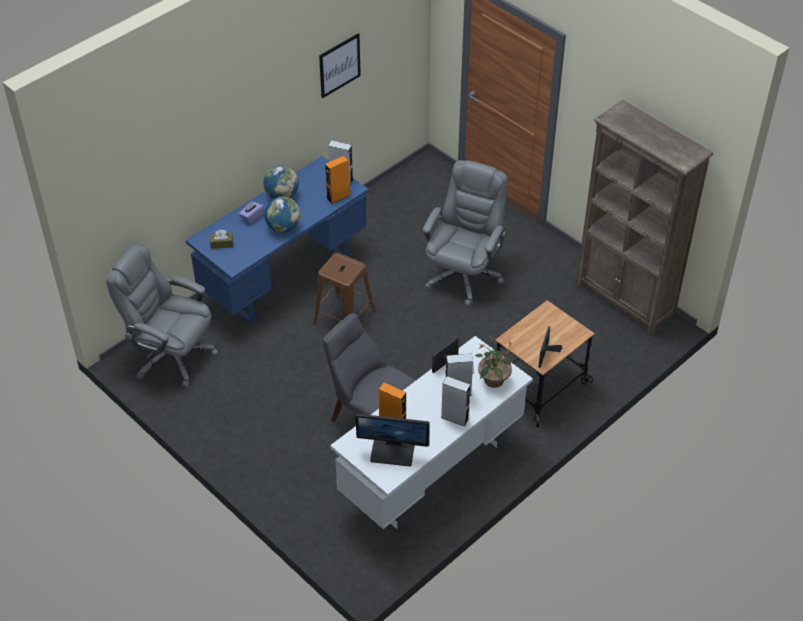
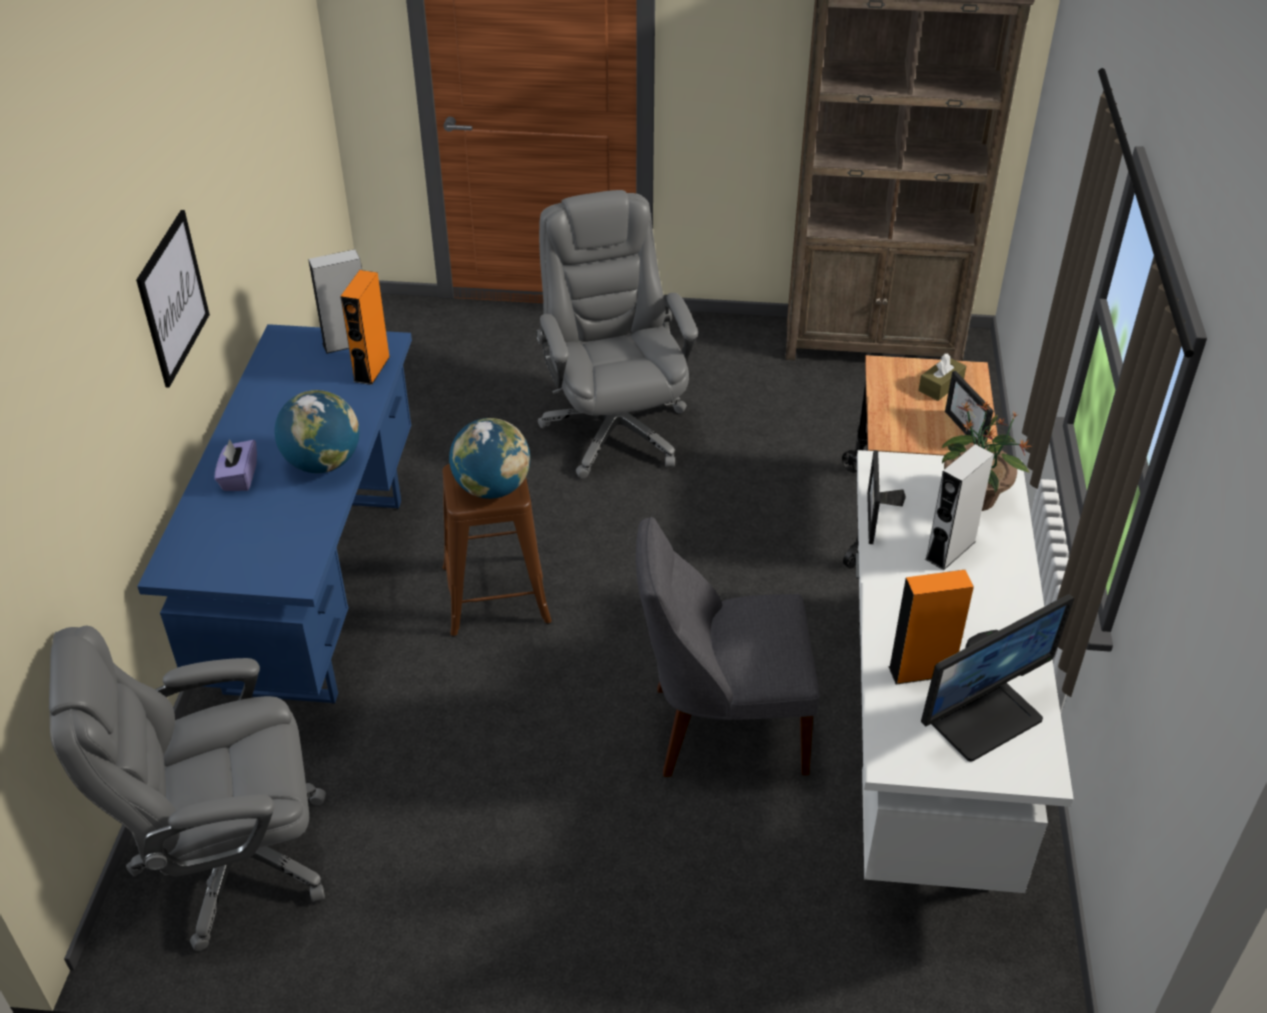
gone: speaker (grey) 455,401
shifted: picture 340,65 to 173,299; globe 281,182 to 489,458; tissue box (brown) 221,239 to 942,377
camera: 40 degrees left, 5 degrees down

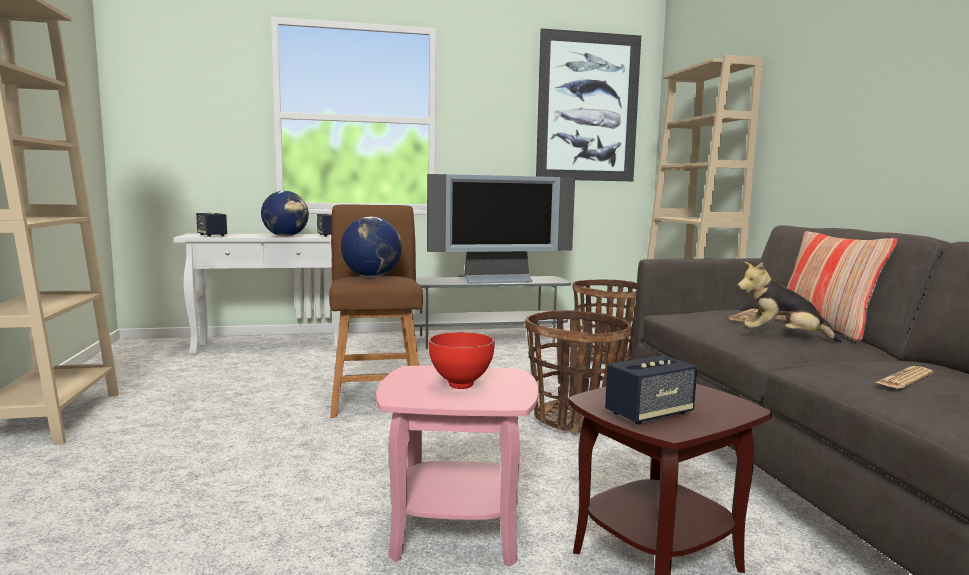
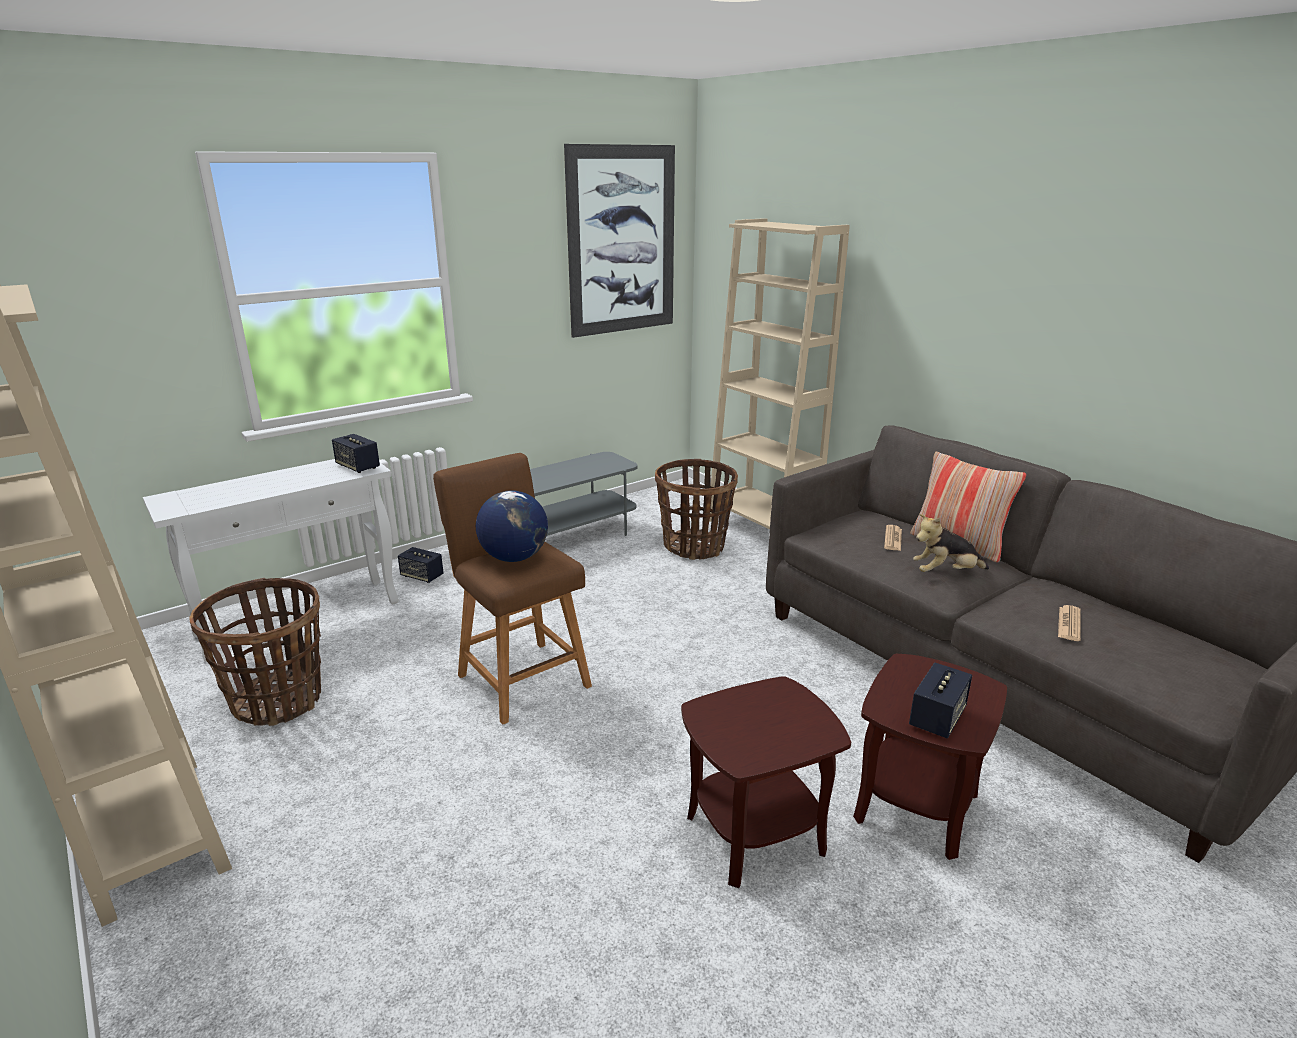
gone: television 501,229; globe 285,214; bowl (red) 462,360
shifted: speaker 211,224 to 421,565; basket 578,372 to 255,652
repainted: side table (pink) 457,466 to side table (brown) 766,782
camera: 25 degrees left, 15 degrees up

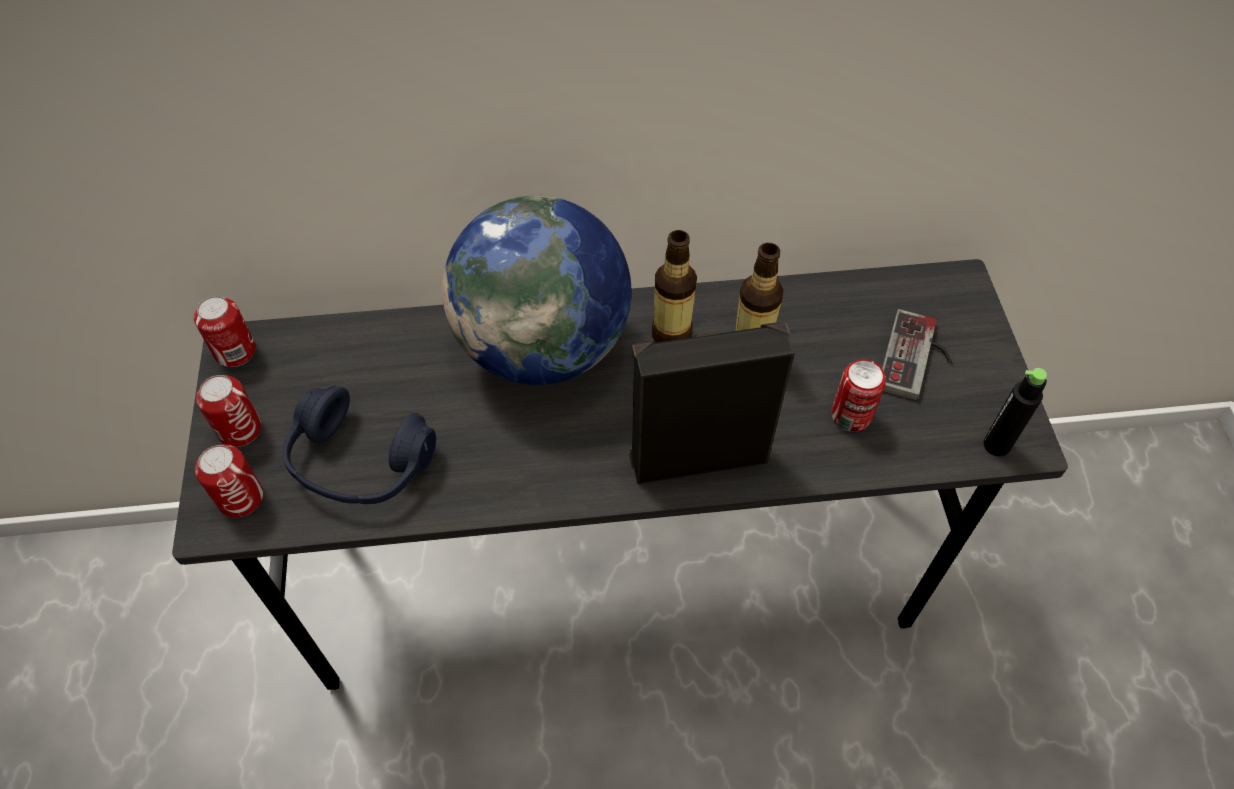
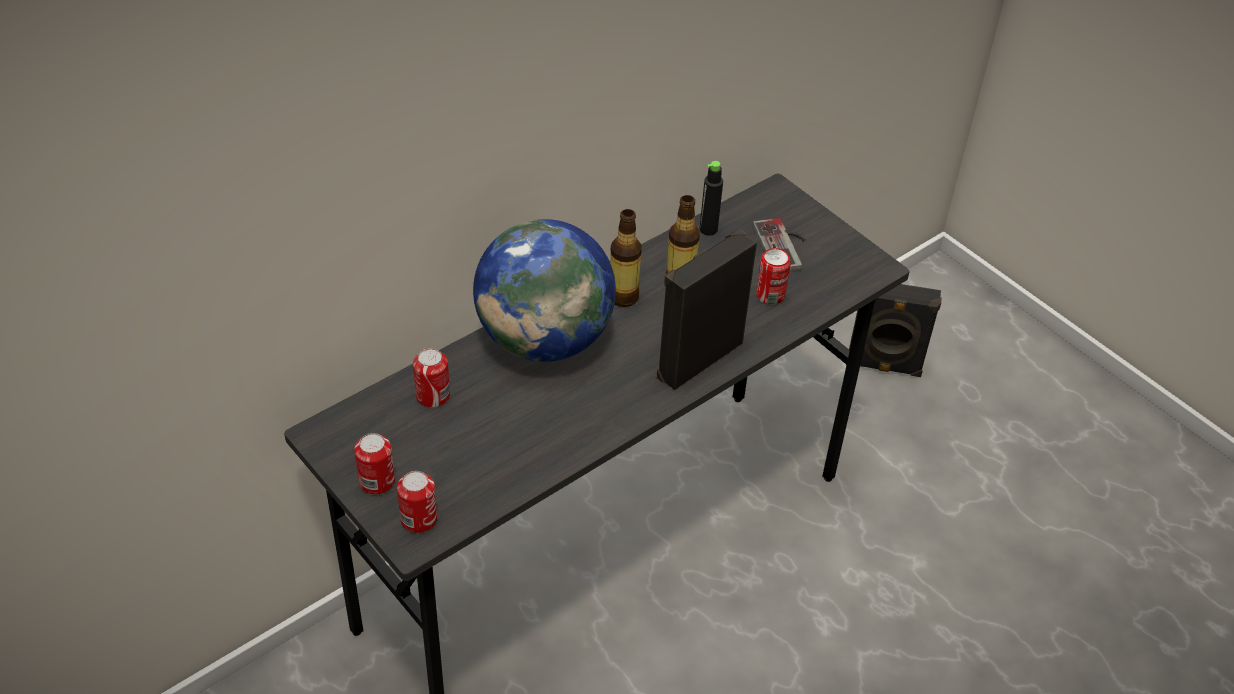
gone: headphones (blue) 359,445
new: speaker (black) 895,330
shifted: can 225,331 to 431,378; bottle (black) 1015,412 to 711,198
camera: 35 degrees left, 10 degrees down

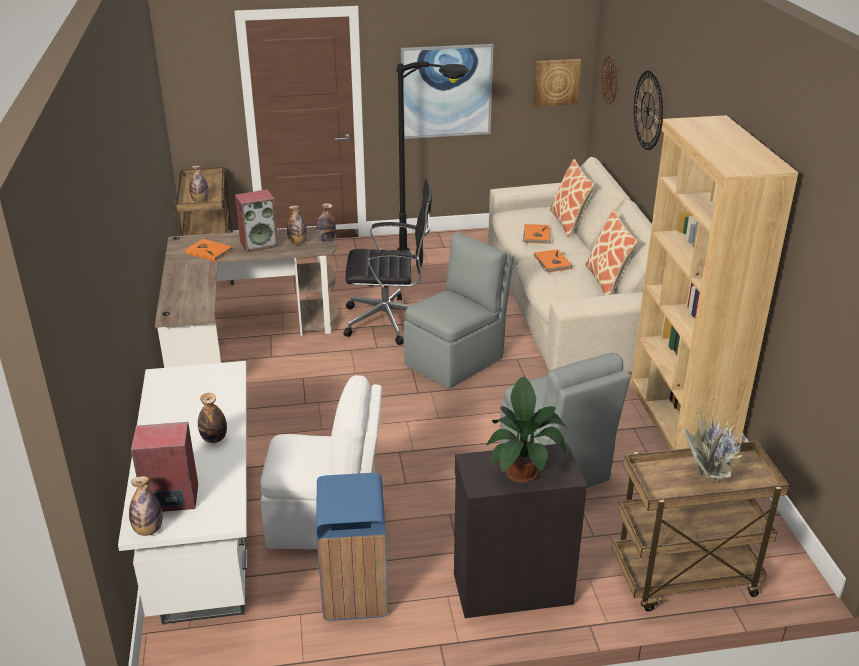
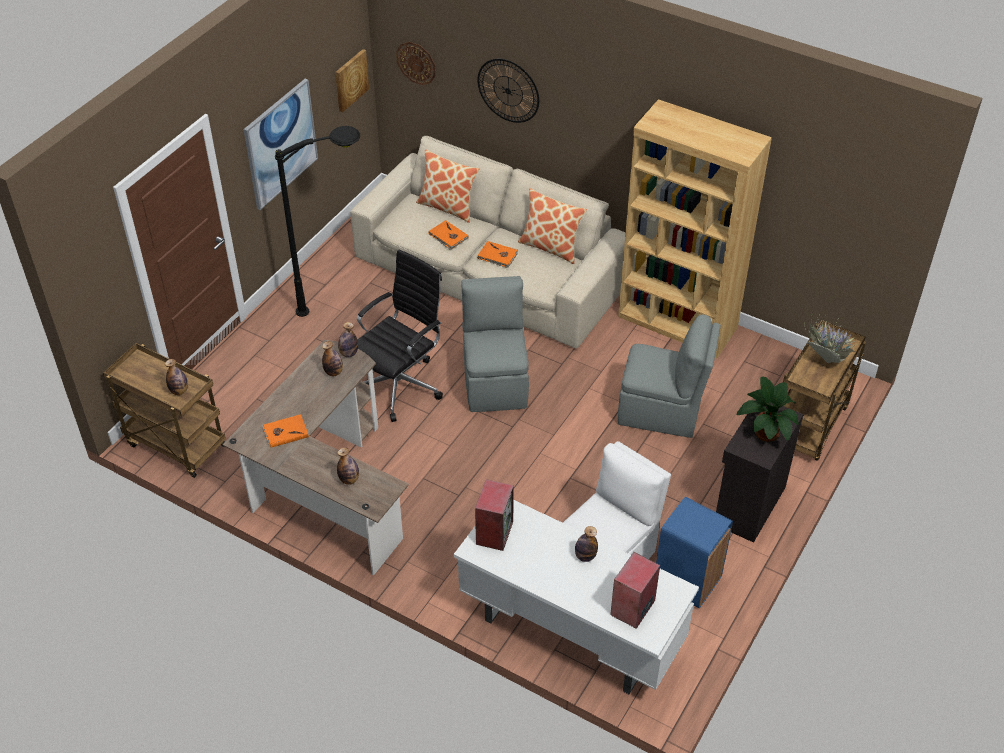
shifted: speaker 257,221 to 494,515; bottle 146,506 to 348,466
camera: 50 degrees left, 15 degrees up

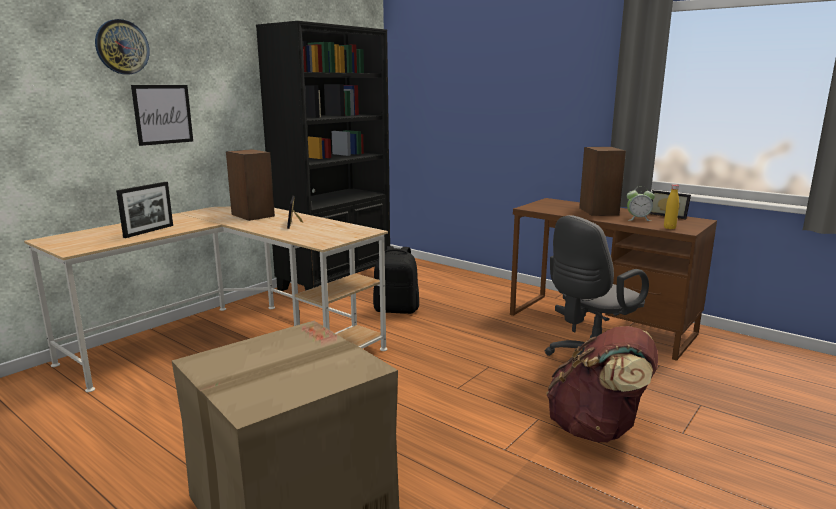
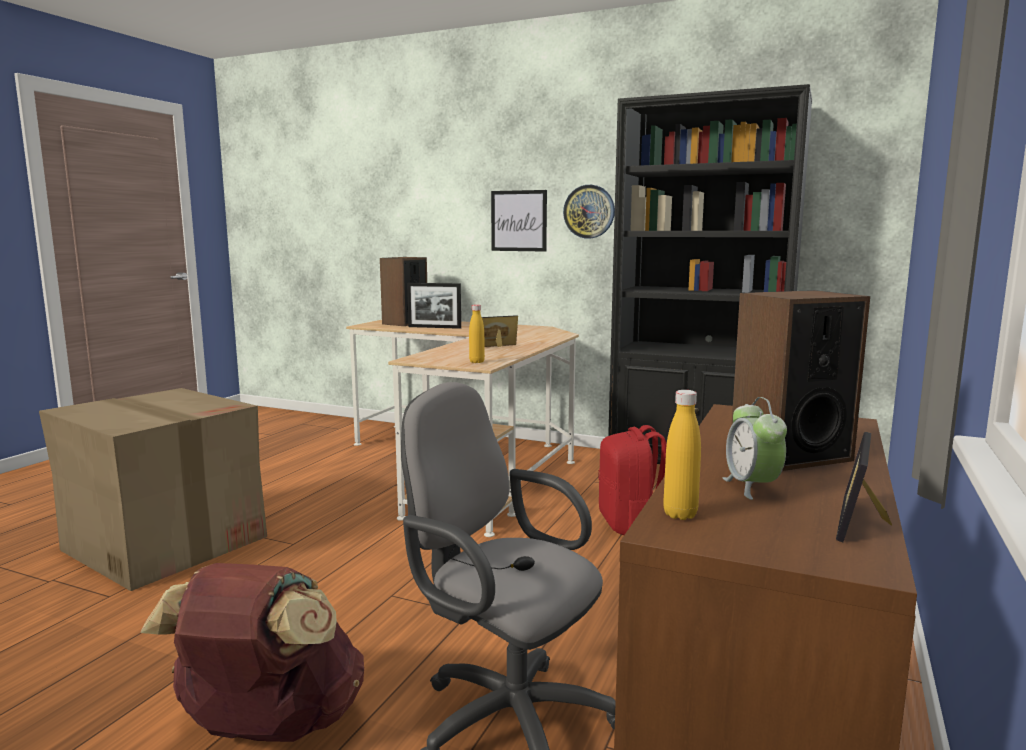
new: bottle (yellow) 477,333
shifted: wall clock 122,46 to 589,211; speaker 250,185 to 403,291
repainted: backpack (black) 396,280 to backpack (red) 632,480
camera: 75 degrees right, 5 degrees down

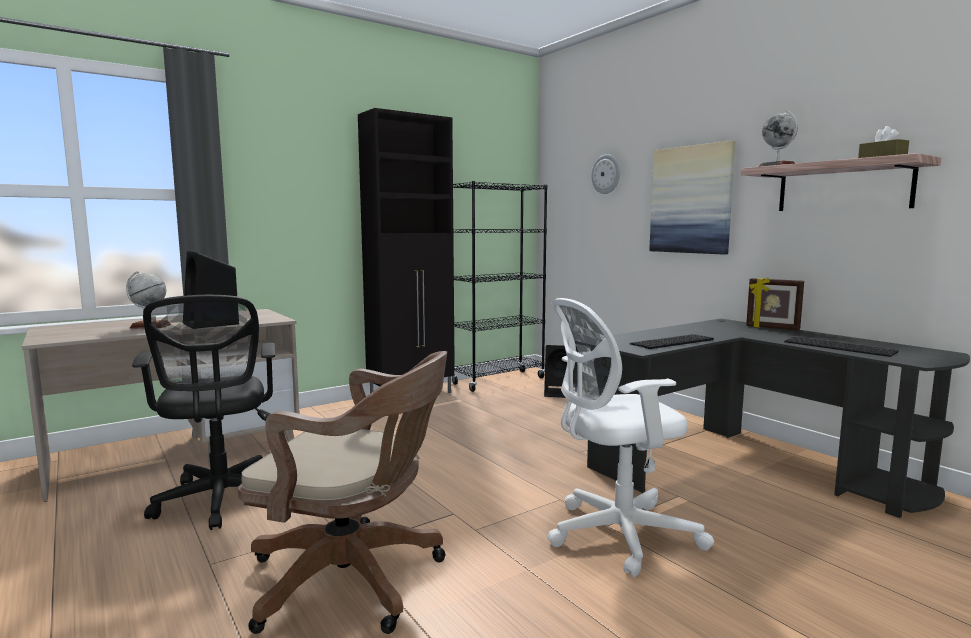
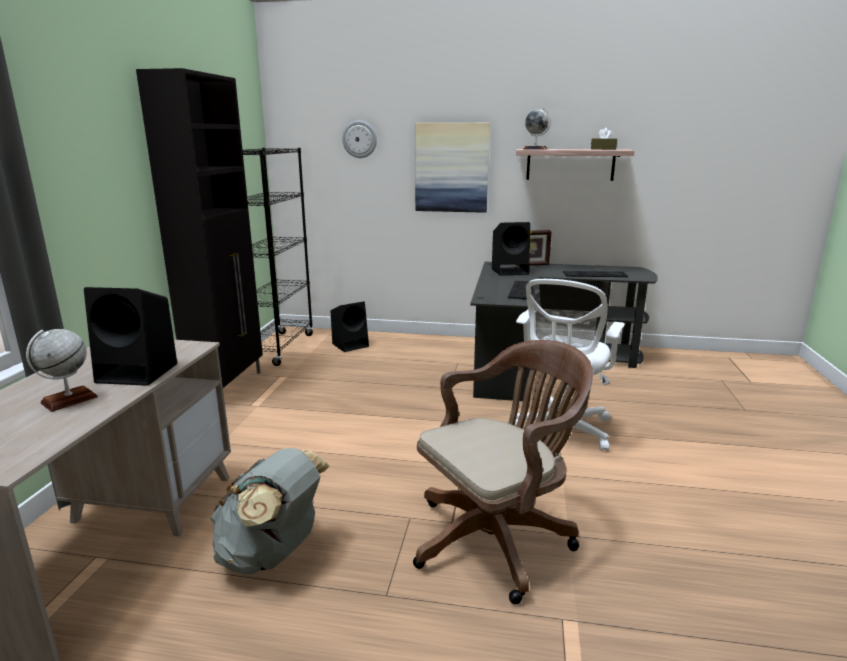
new: speaker (black) 511,249
swapped: office chair (black) 204,412 to backpack (grey) 270,511
camera: 45 degrees left, 10 degrees up

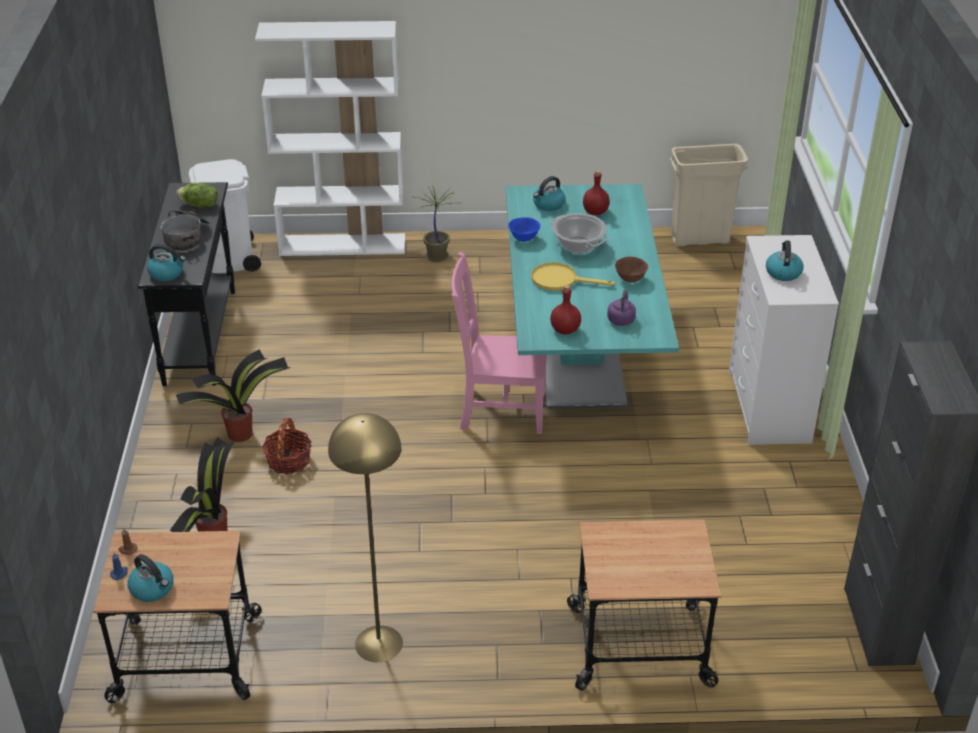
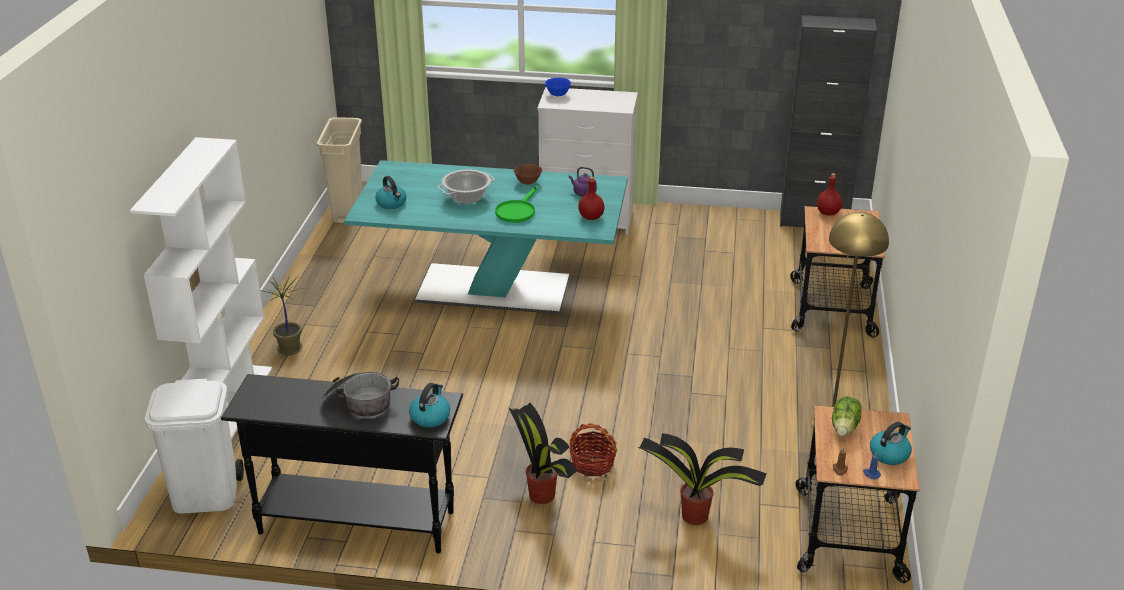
gone: kettle 785,261; chair (pink) 499,343
shifted: bottle (red) 596,192 to 829,194; lettuce 197,195 to 847,416; bowl (blue) 524,229 to 558,87
repainted: frying pan (yellow) 573,276 to frying pan (green) 516,204
camera: 80 degrees left, 5 degrees down

